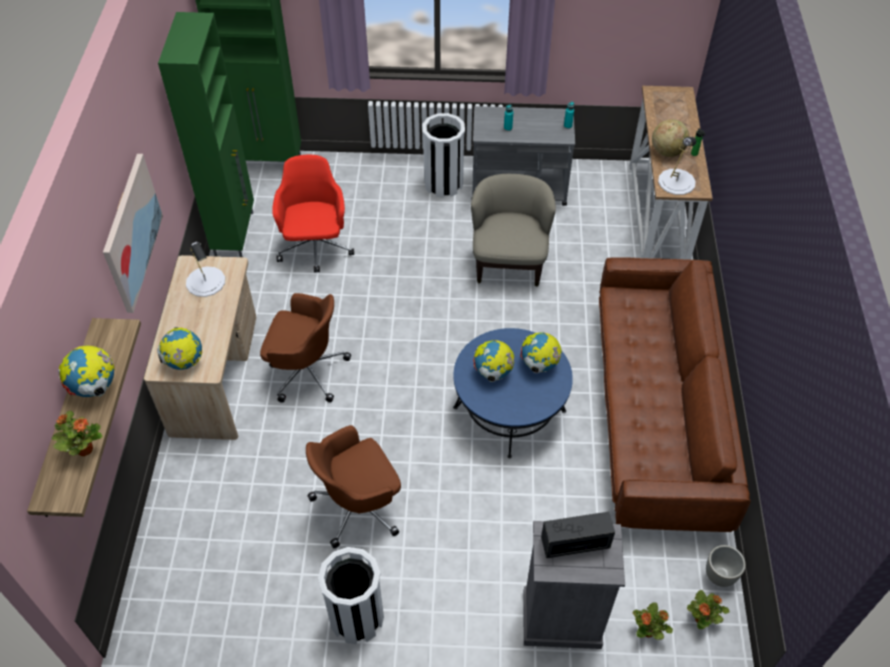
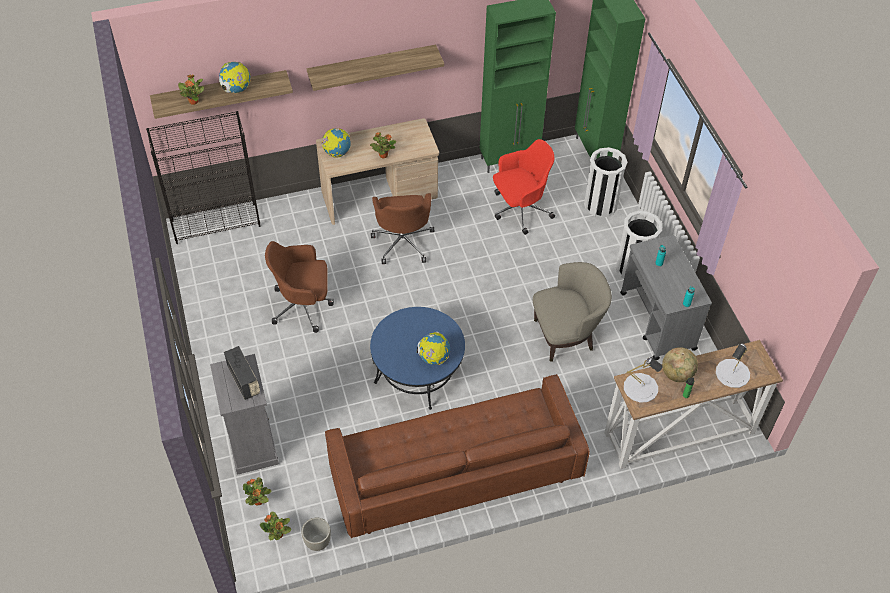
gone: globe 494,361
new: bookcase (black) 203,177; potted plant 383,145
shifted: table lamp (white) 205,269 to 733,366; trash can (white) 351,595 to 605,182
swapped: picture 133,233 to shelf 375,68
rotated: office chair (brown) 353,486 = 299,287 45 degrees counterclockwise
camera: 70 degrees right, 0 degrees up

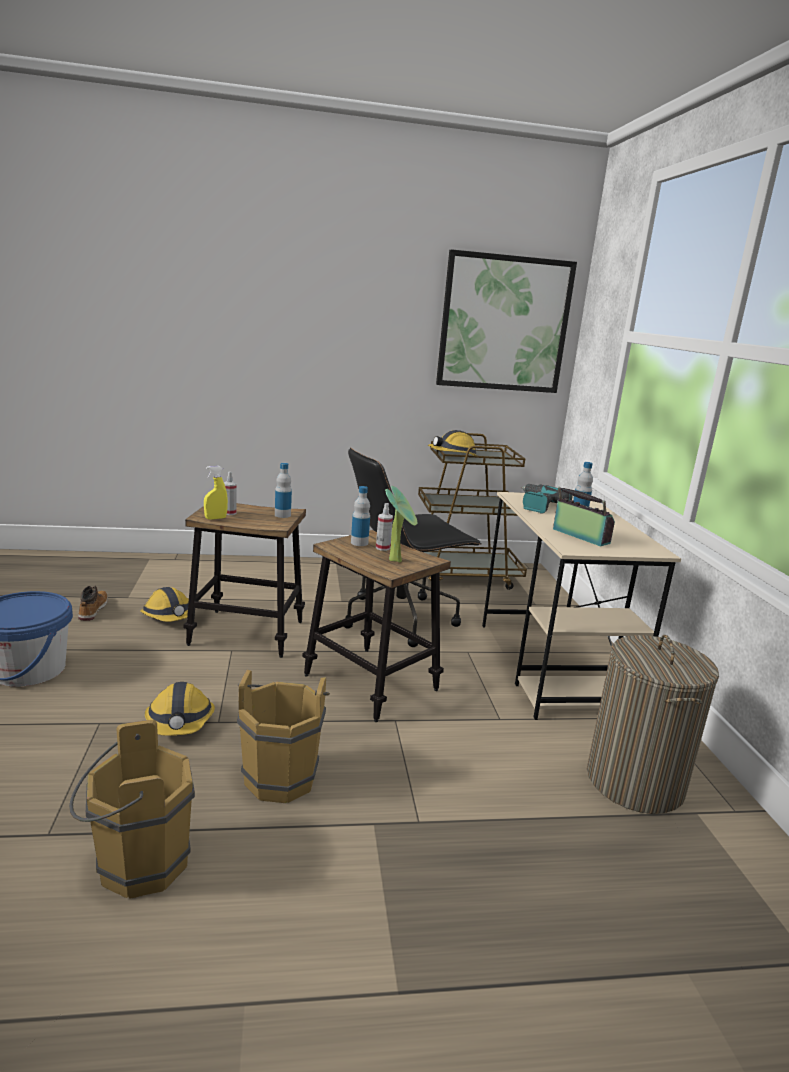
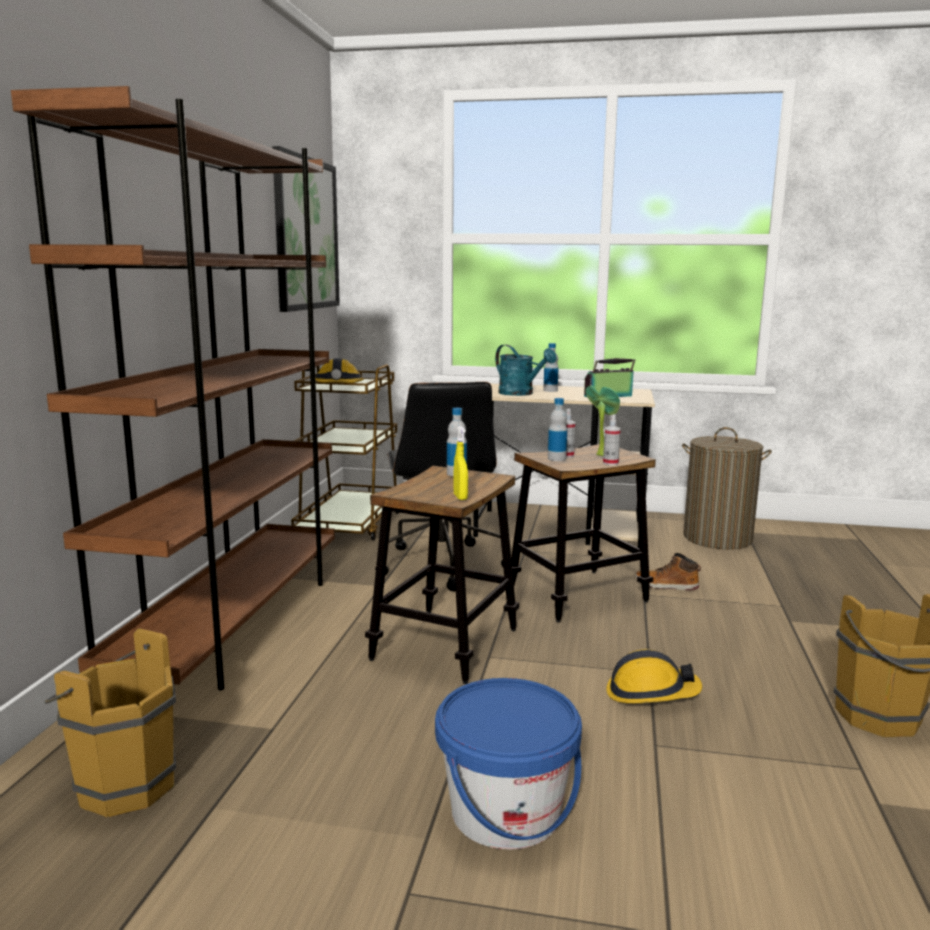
gone: hard hat 165,604
new: bookcase (brown) 173,388
shifted: spray bottle 230,493 to 612,439; boot 93,603 to 668,571; bucket (brown) 283,736 to 110,722
swapped: power drill 546,498 to watering can (turquoise) 526,370
camera: 70 degrees left, 5 degrees down

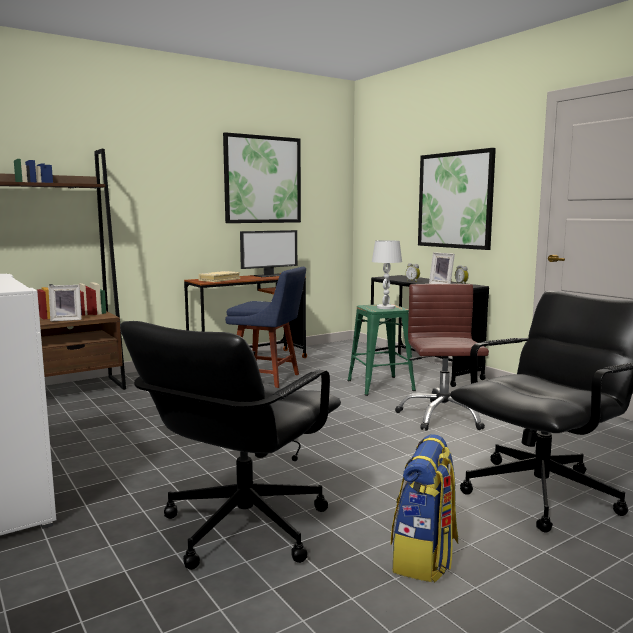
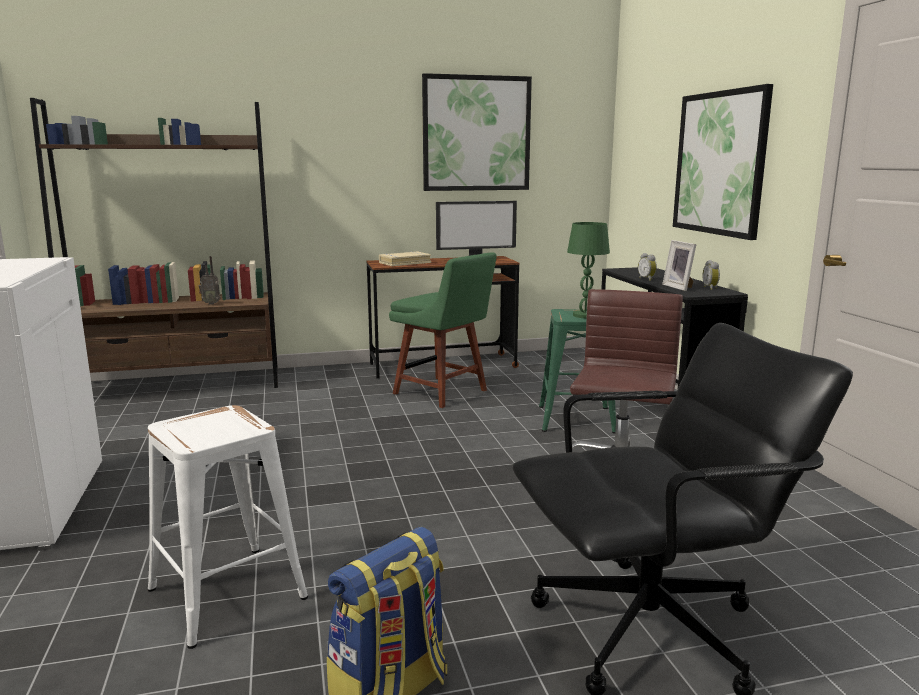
swapped: picture frame 65,303 to radio 209,280; office chair (black) 230,445 to stool (white) 228,527
repainted: table lamp (white) 387,274 to table lamp (green) 588,270; chair (blue) 265,327 to chair (green) 443,330
camera: 20 degrees right, 5 degrees up

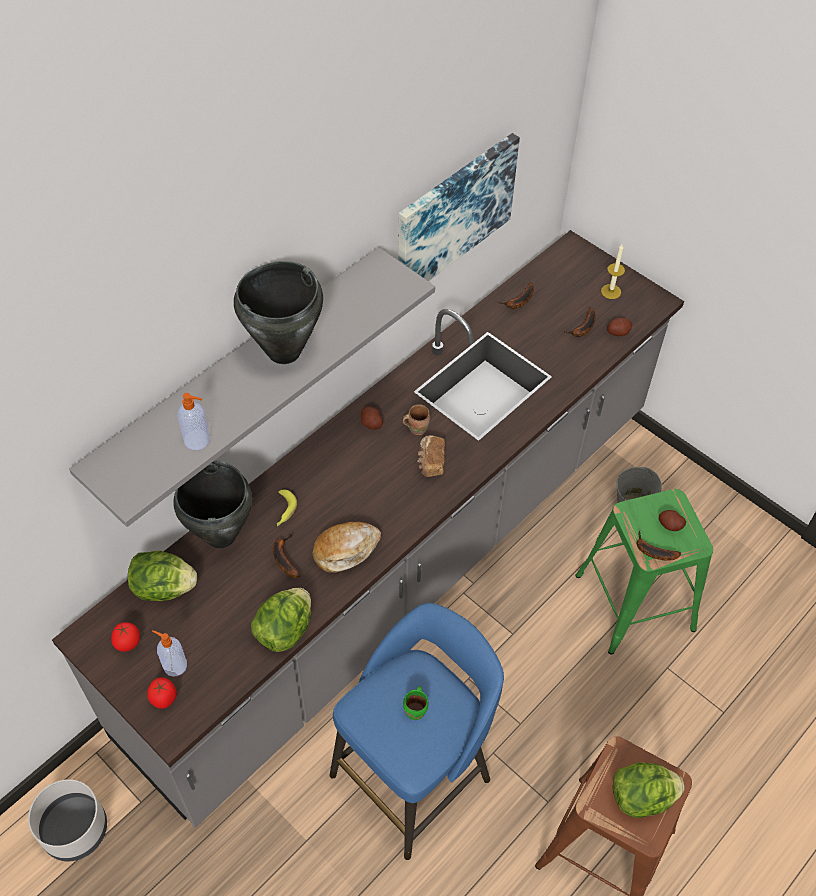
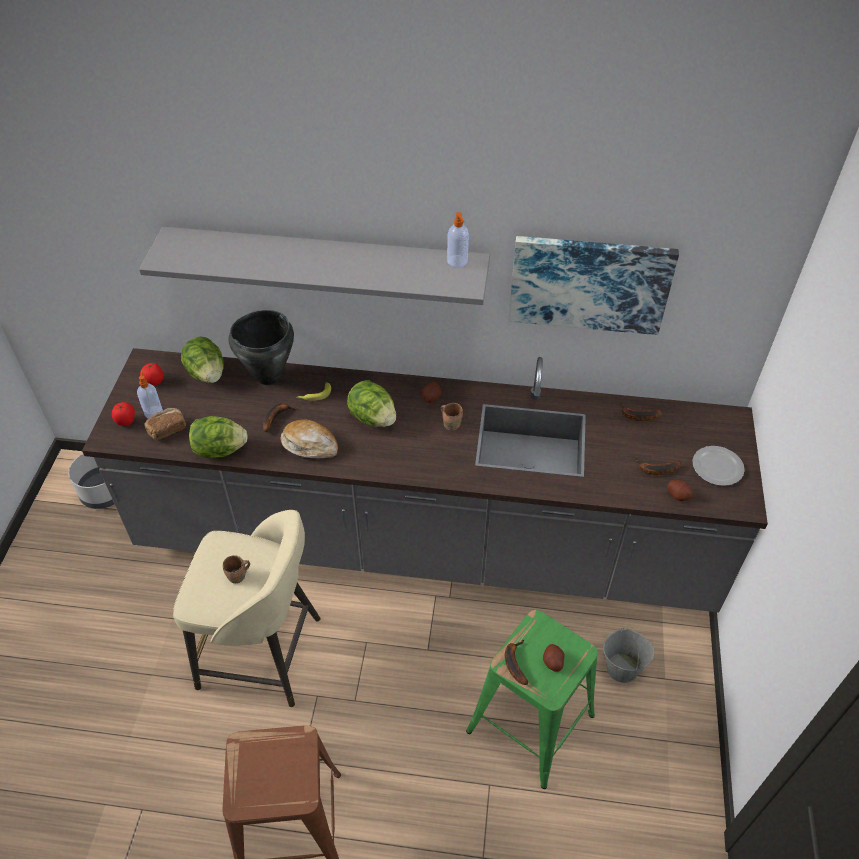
gone: cooking pot (black) 278,312
shifted: soap dispenser 193,421 to 458,239; bread 431,456 to 165,424; lettuce 648,790 to 371,403
swapped: candle 613,271 to plate 718,466
repainted: stool (blue) 417,731 to stool (beige) 246,608; mug (green) 416,703 to mug (brown) 236,569
camera: 55 degrees right, 5 degrees down

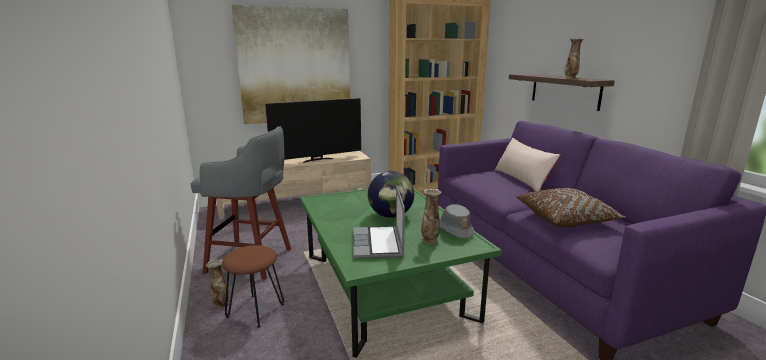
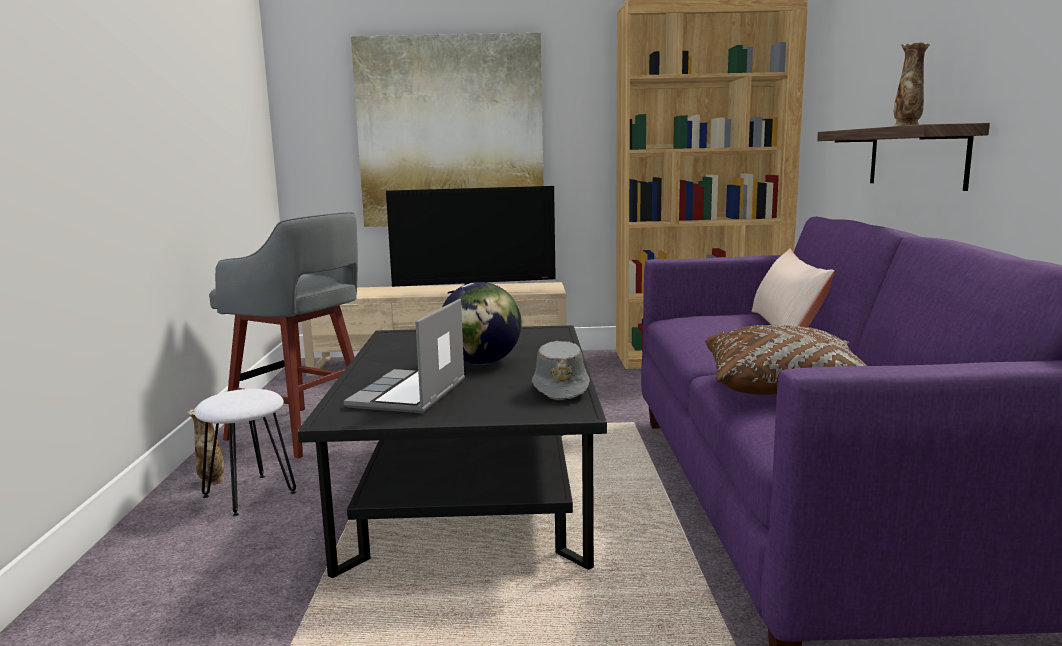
gone: vase 431,216
repainted: coffee table (green) 401,273 to coffee table (black) 452,451; stool (brown) 253,286 to stool (white) 245,452
camera: 20 degrees right, 5 degrees down

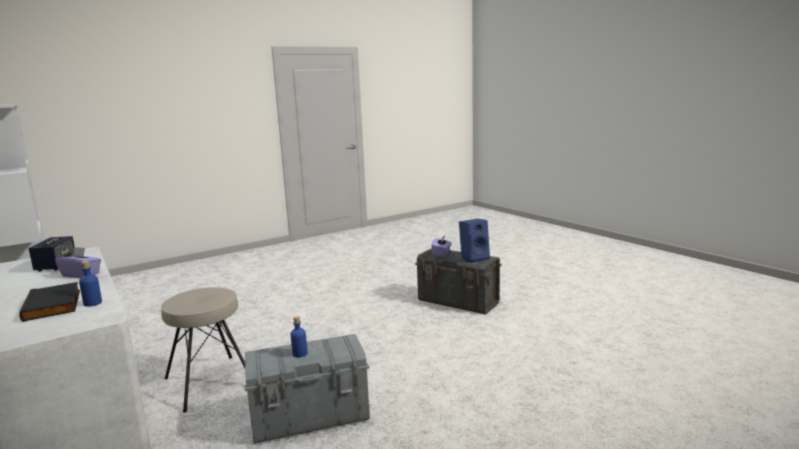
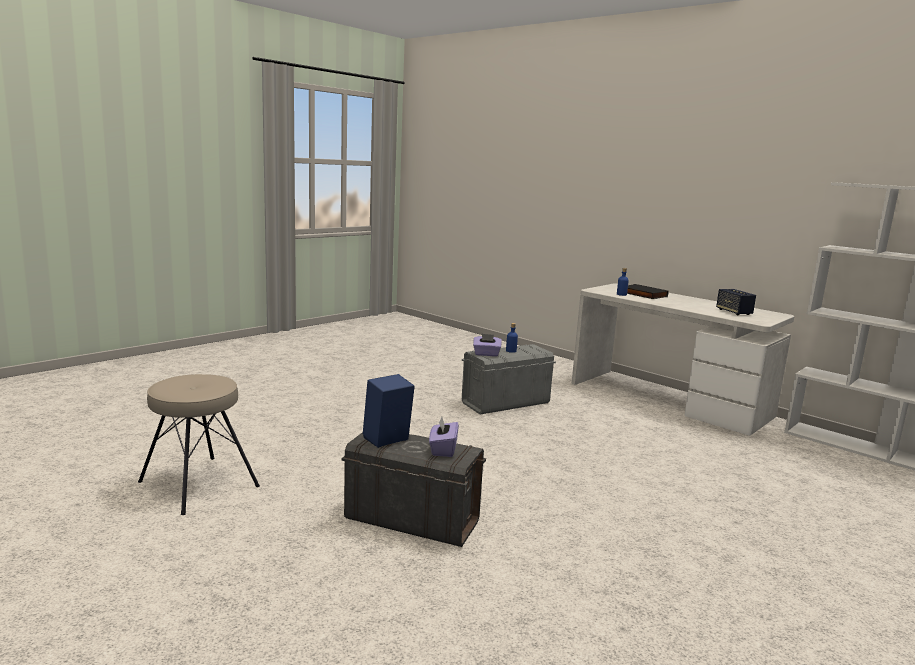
shifted: tissue box (purple) 78,262 to 487,345; stool (beige) 203,350 to 199,444
camera: 165 degrees right, 0 degrees up

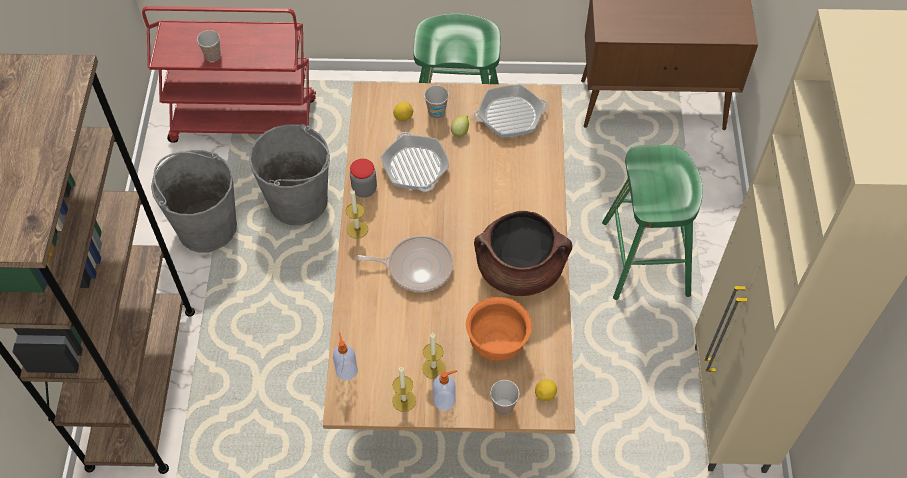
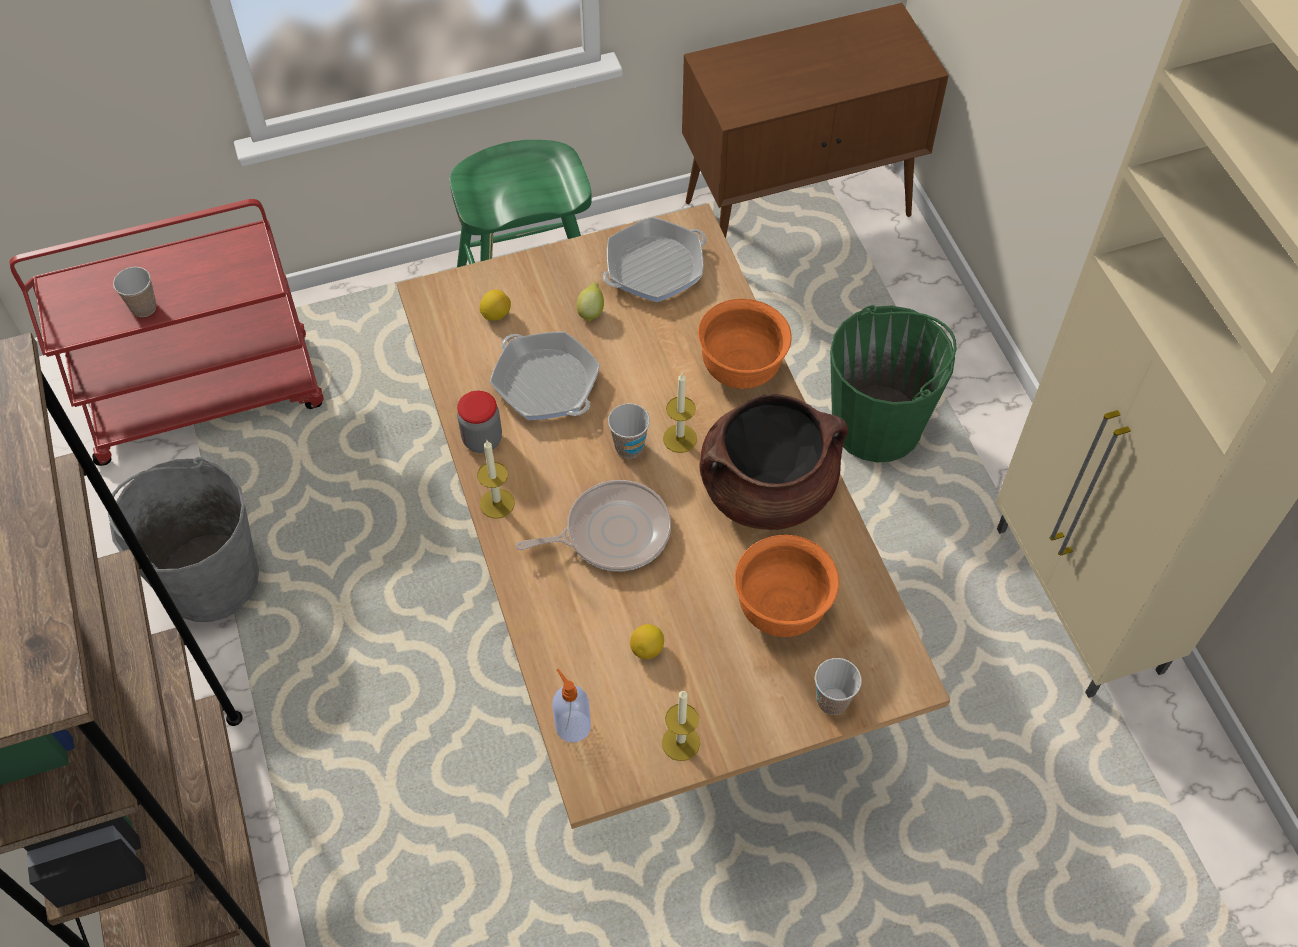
gone: bucket (grey) 289,174; soap dispenser 445,390
new: bowl (orange) 745,344
shifted: cup 436,102 to 629,430; candle 434,356 to 680,413; lemon 546,390 to 647,641
swapped: stool (green) 652,222 to bucket (green) 893,383
camera: 20 degrees left, 0 degrees up

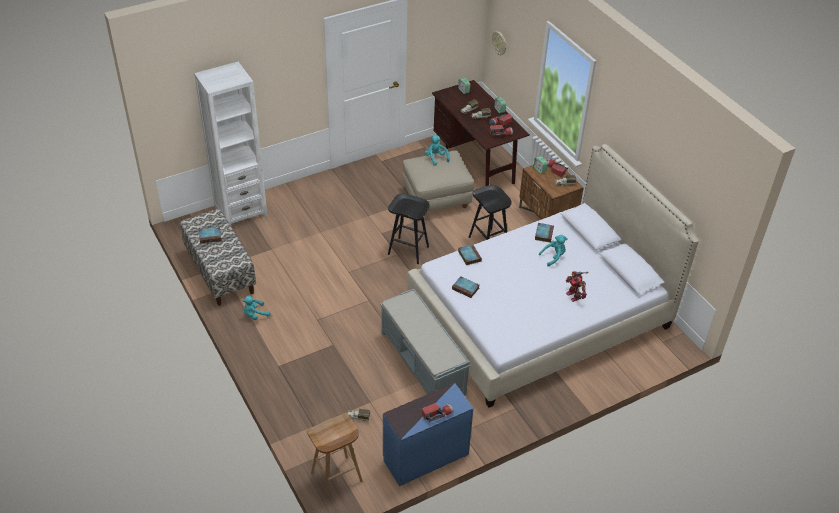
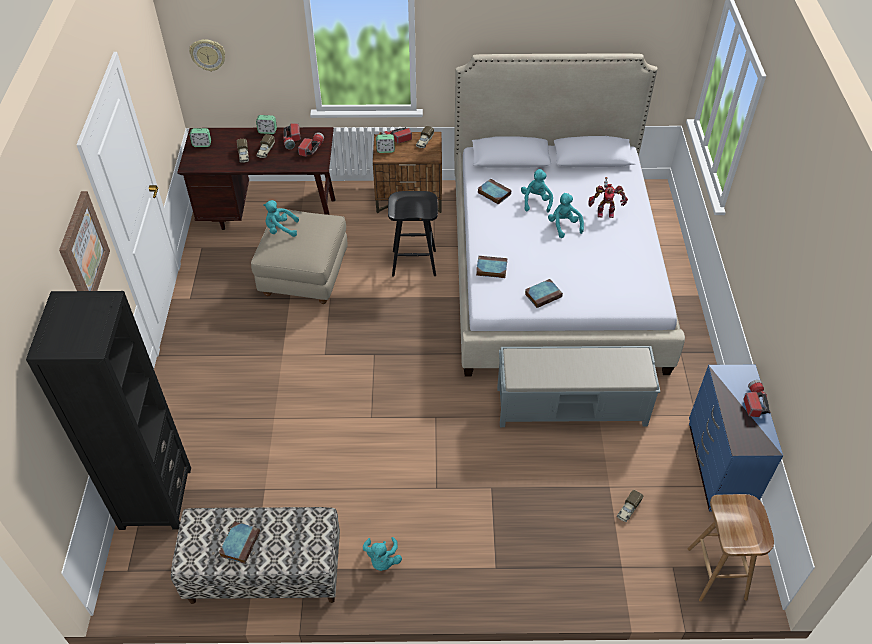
gone: stool (black) 409,229
new: picture 84,241; plush toy (turquoise) 566,215
repainted: bookcase (white) 230,144 to bookcase (black) 108,410
camera: 60 degrees left, 5 degrees up

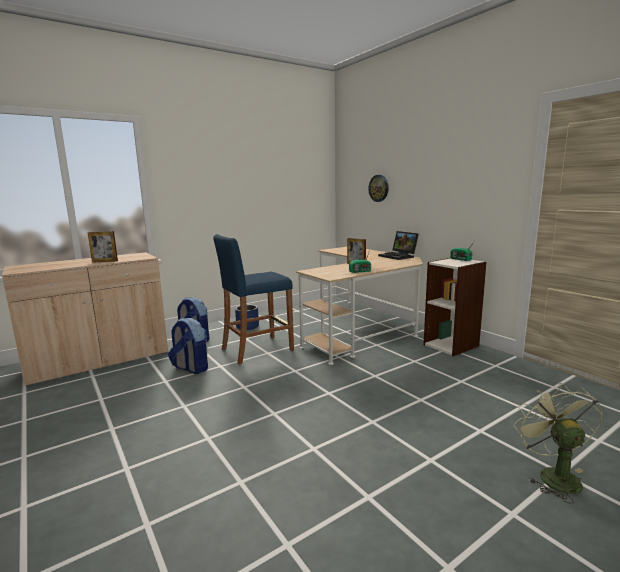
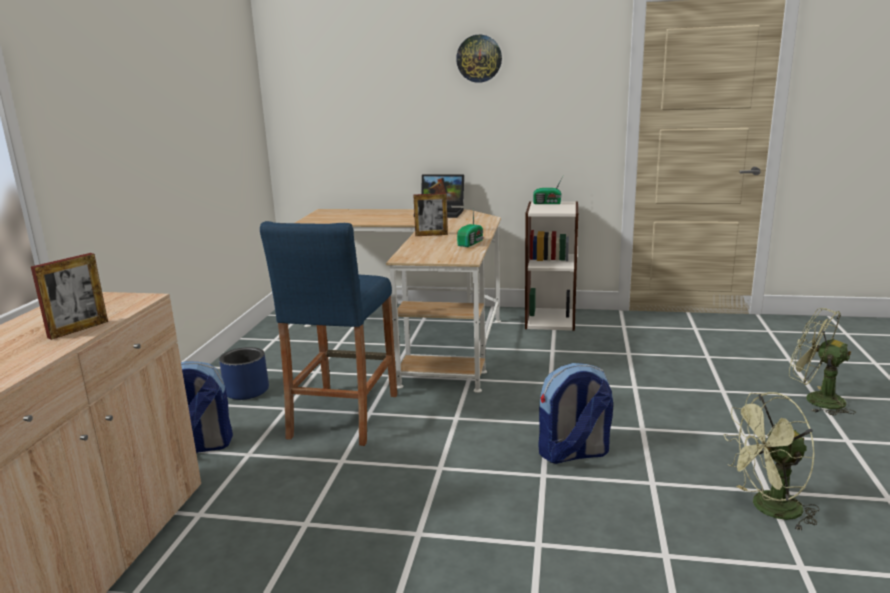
new: fan (green) 772,462
shifted: wall clock 378,188 to 479,59; backpack 188,346 to 575,413
camera: 45 degrees left, 5 degrees up

